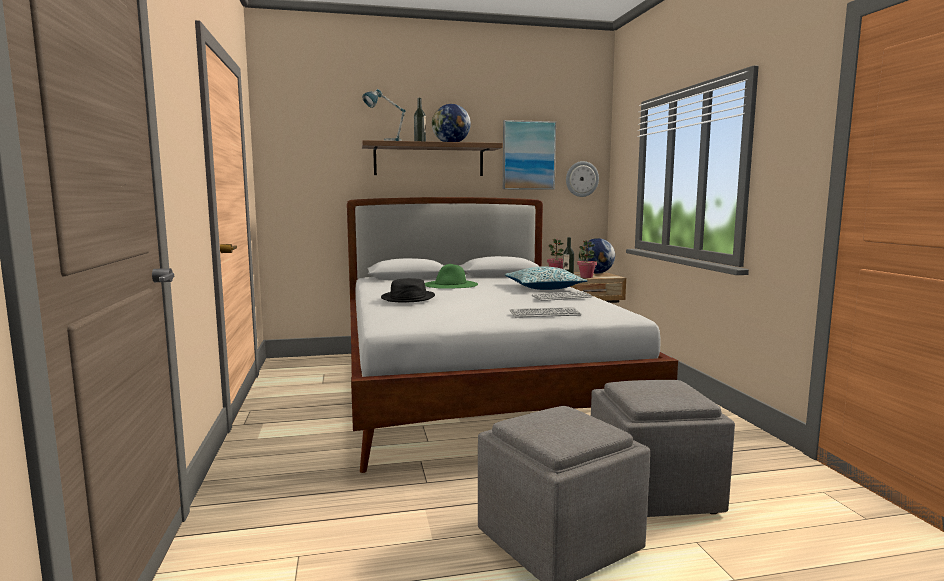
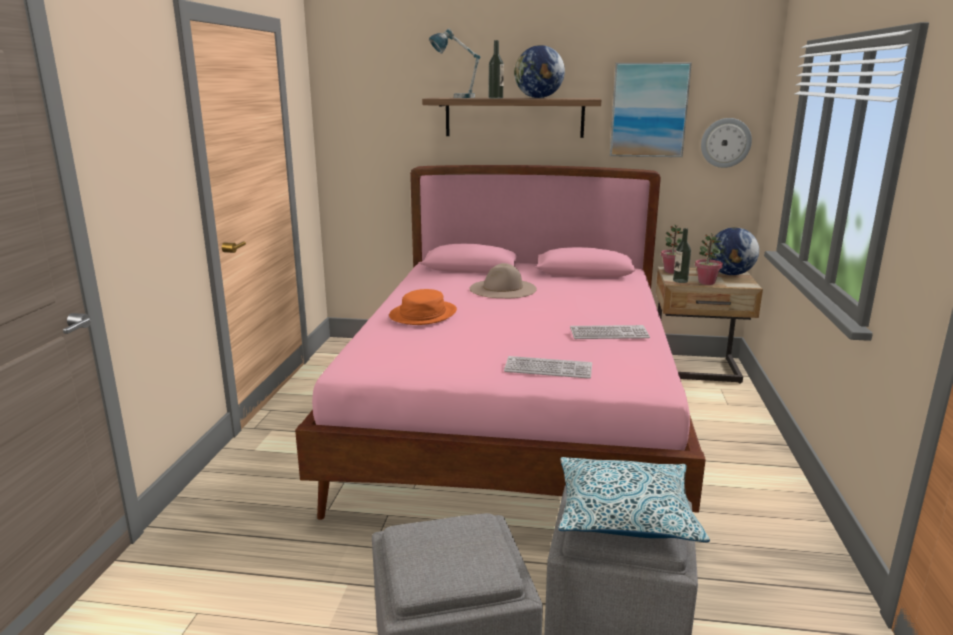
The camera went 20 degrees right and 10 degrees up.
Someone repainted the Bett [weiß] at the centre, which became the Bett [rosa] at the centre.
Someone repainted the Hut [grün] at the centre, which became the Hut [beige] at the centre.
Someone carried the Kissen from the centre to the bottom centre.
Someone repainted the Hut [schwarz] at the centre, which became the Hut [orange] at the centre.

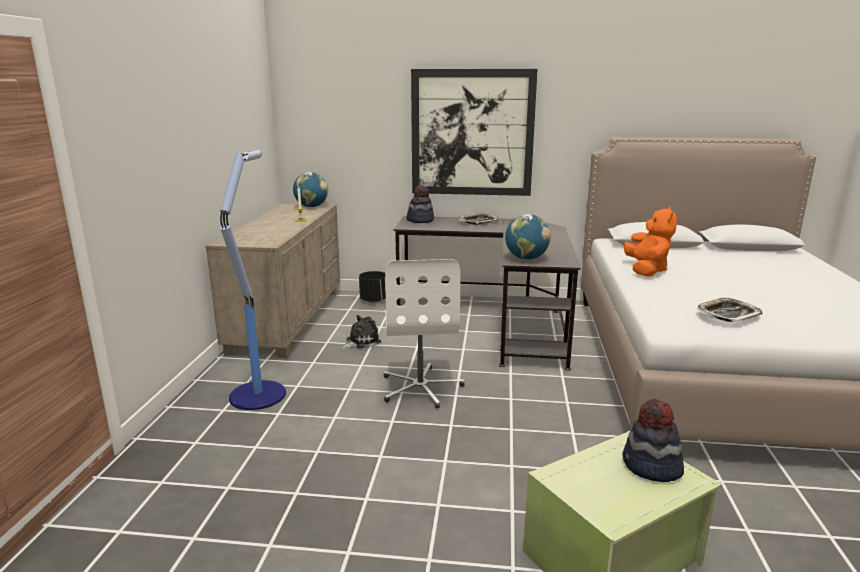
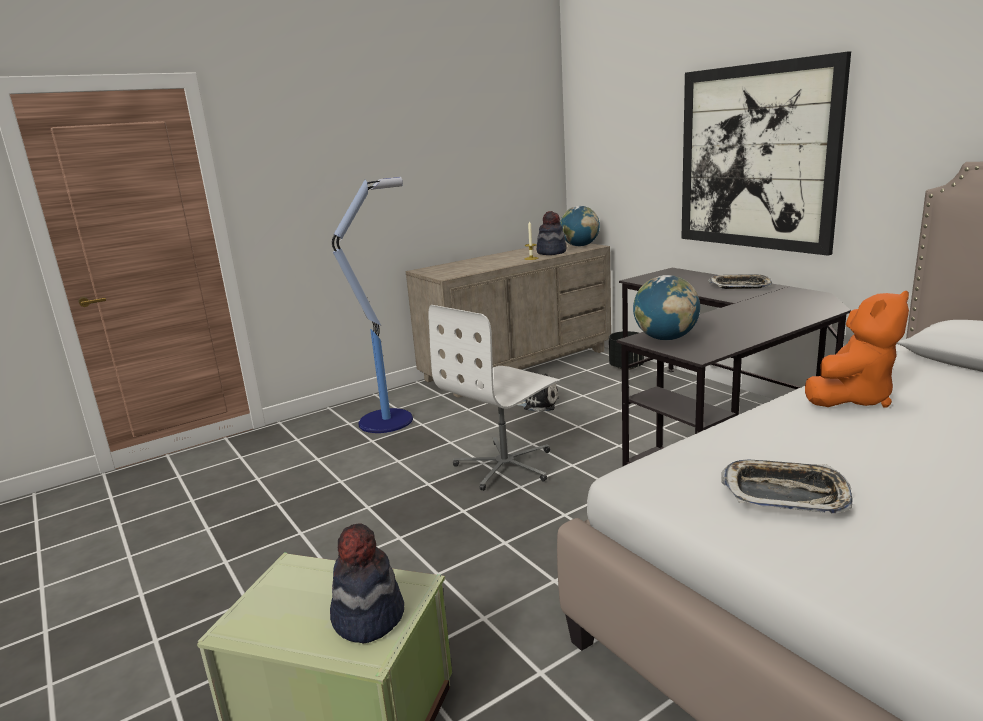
The camera went 50 degrees right and 0 degrees up.
Someone carried the Hut (1st from left in the first image) from the centre to the top centre.

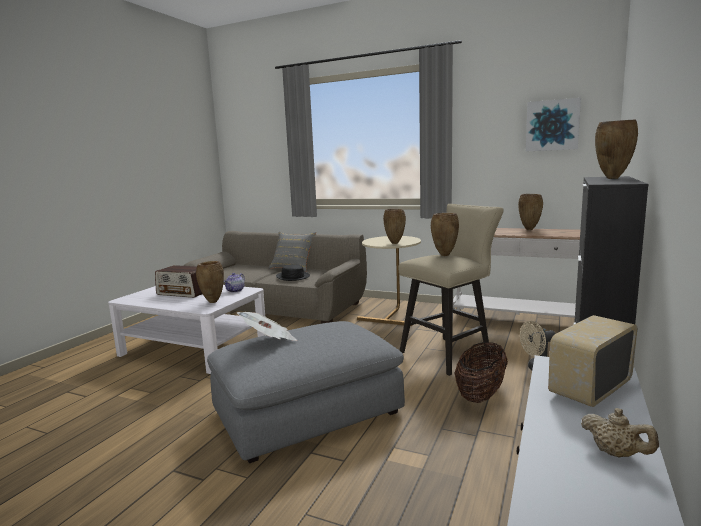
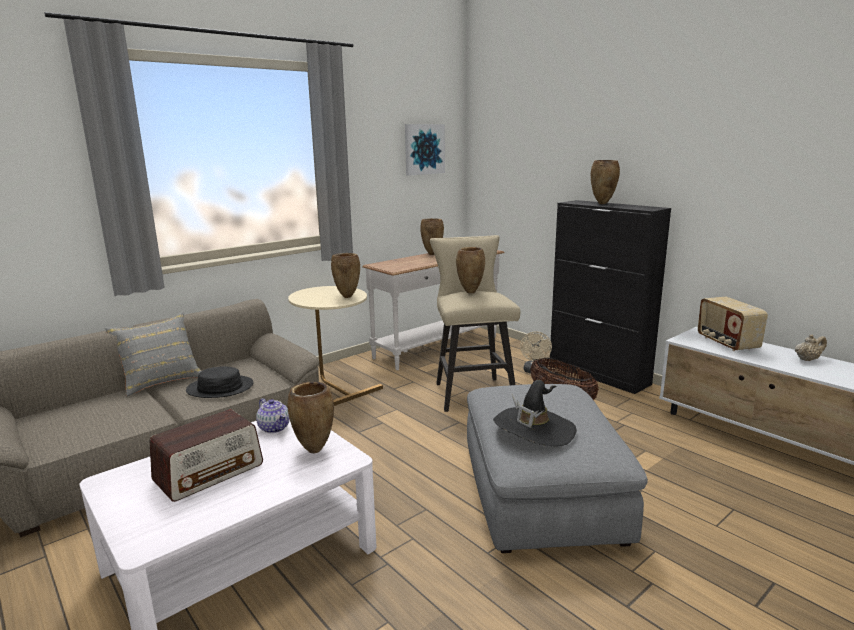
The camera went 65 degrees left and 5 degrees up.
Someone swapped the Zeitung at the centre for the Hut [schwarz] (2nd from left) at the centre.

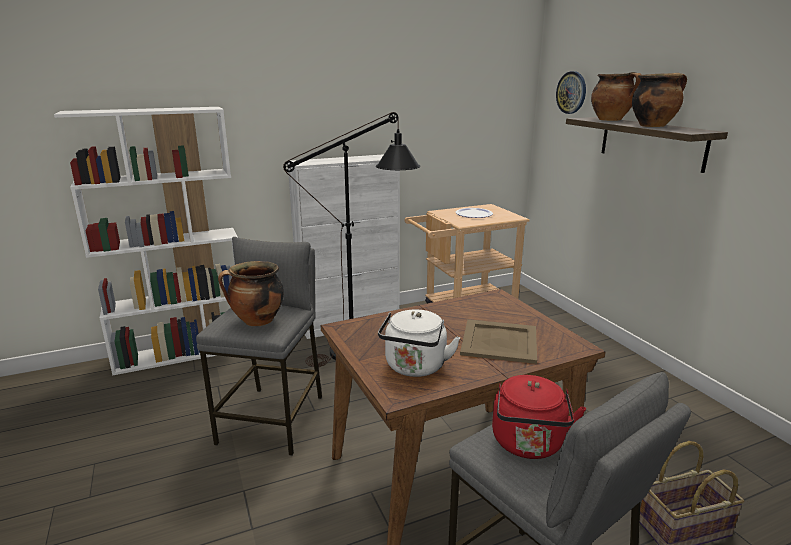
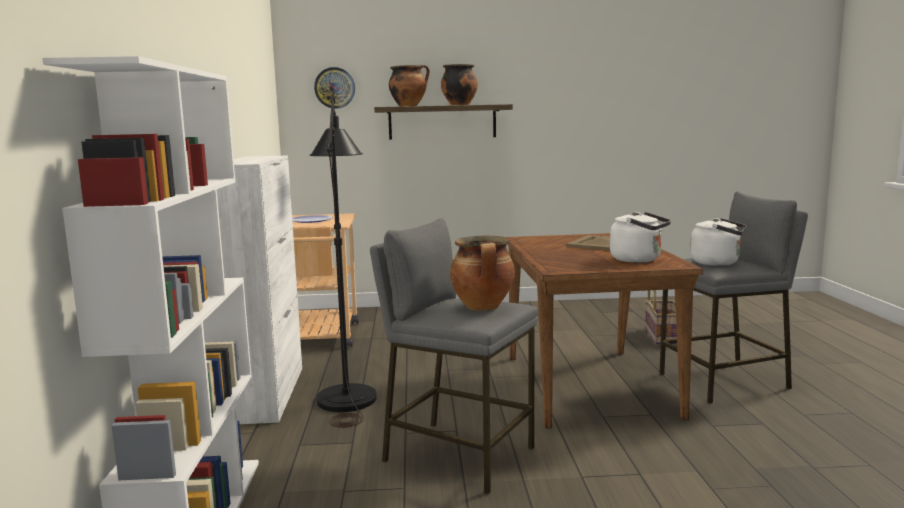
The camera went 70 degrees left and 10 degrees down.
Someone repainted the Wasserkessel [rot] at the bottom right, which became the Wasserkessel [weiß] (2nd from left) at the middle right.

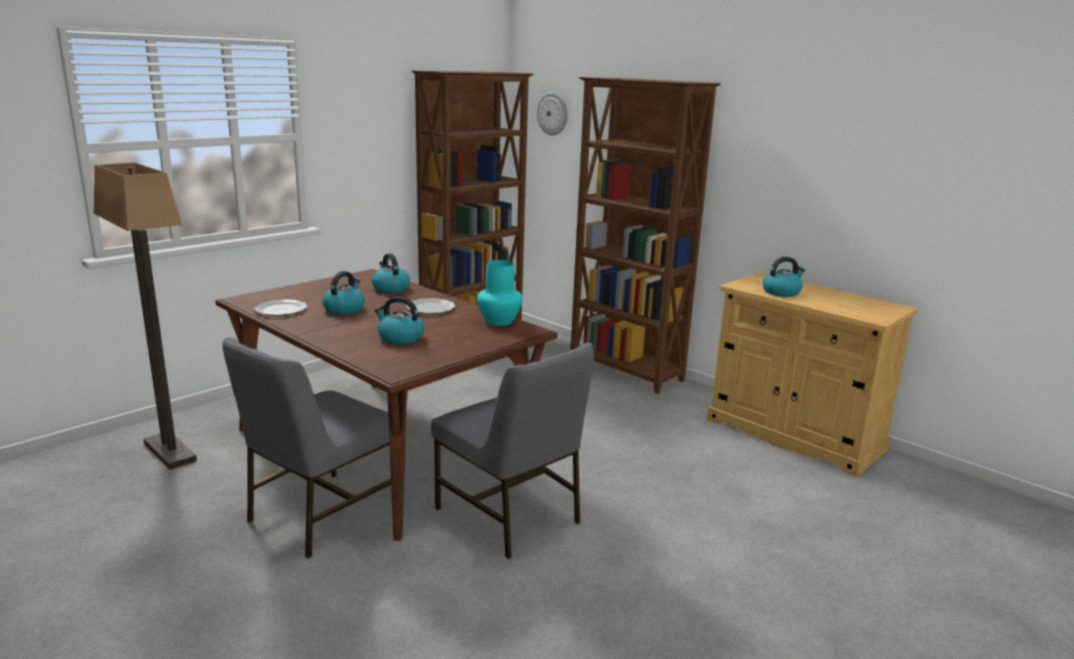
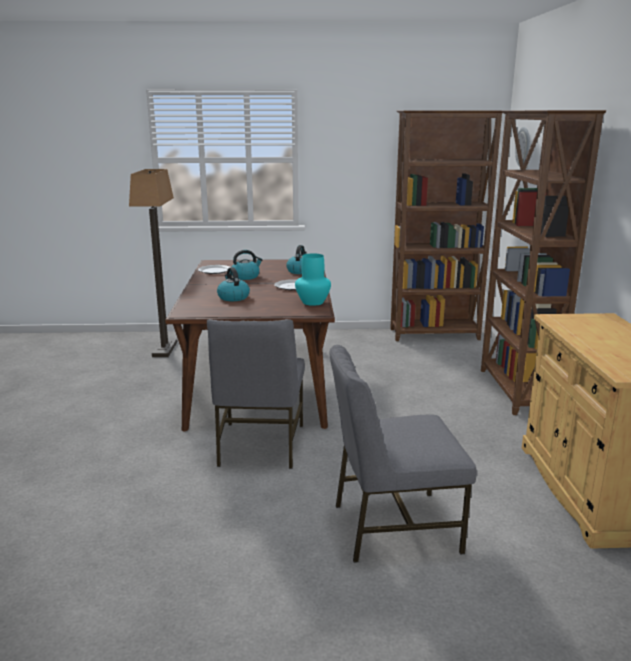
The camera went 45 degrees right and 0 degrees up.
Someone took away the Wasserkessel (4th from left) at the middle right.
Someone carried the Stuhl [grau] (1st from left in the first image) from the bottom left to the bottom centre.

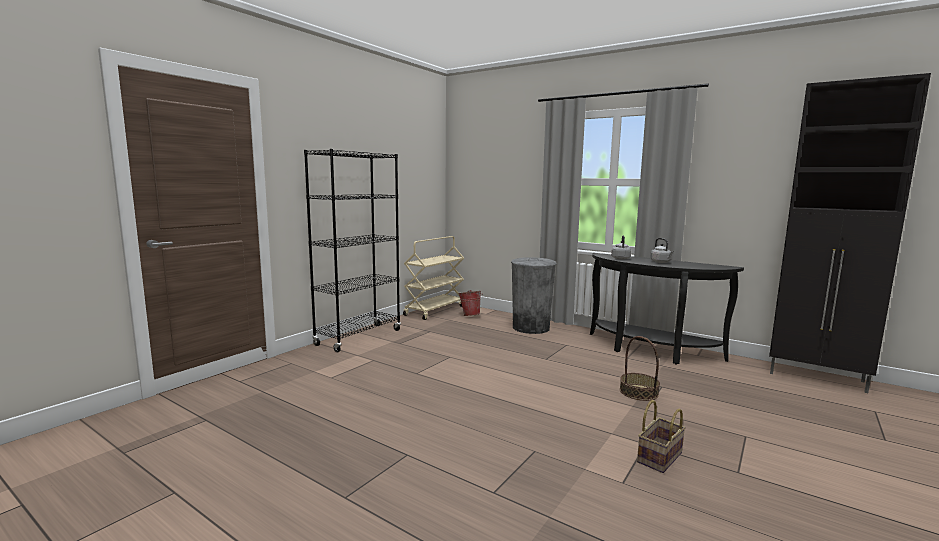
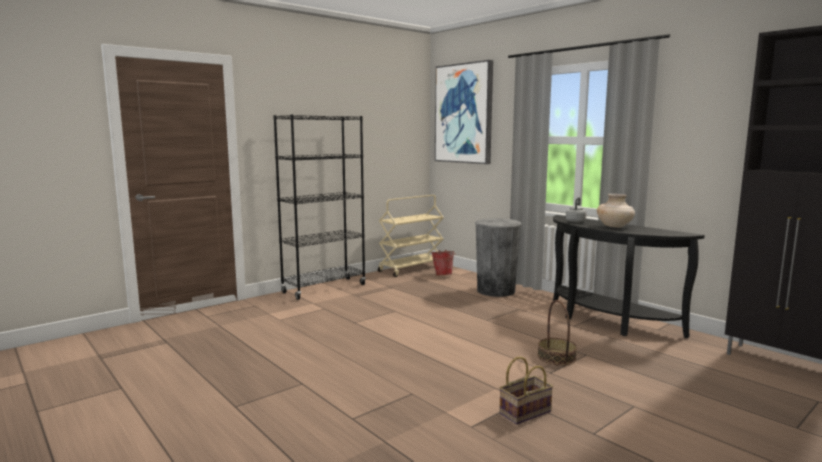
The camera went 15 degrees right and 0 degrees up.
Someone swapped the Wasserkessel [grau] (2nd from left) at the middle right for the Vase [beige] at the middle right.
Someone put up the Bild at the top centre.

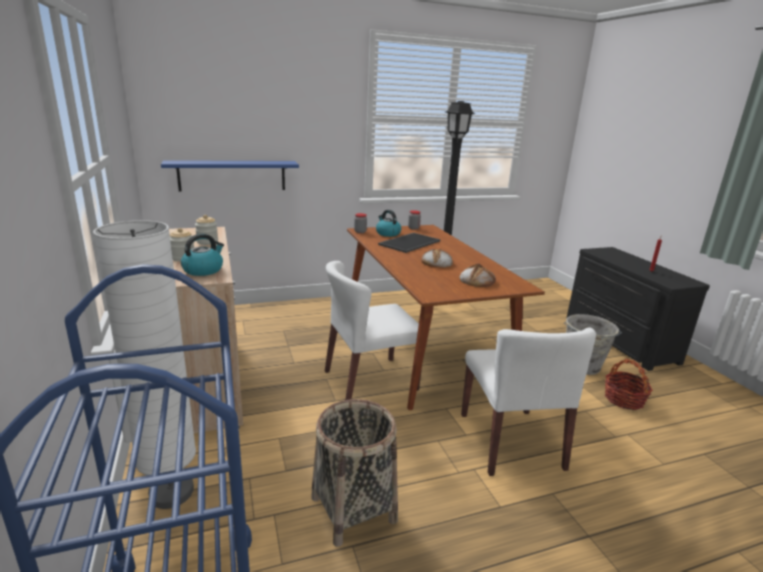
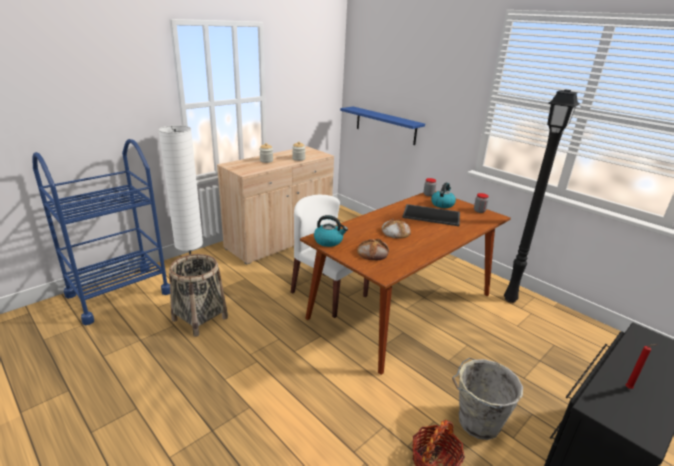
The camera went 65 degrees right and 5 degrees up.
Someone carried the Wasserkessel (1st from left) from the middle left to the centre.
Someone took away the Stuhl [weiß] (2nd from left) at the bottom right.

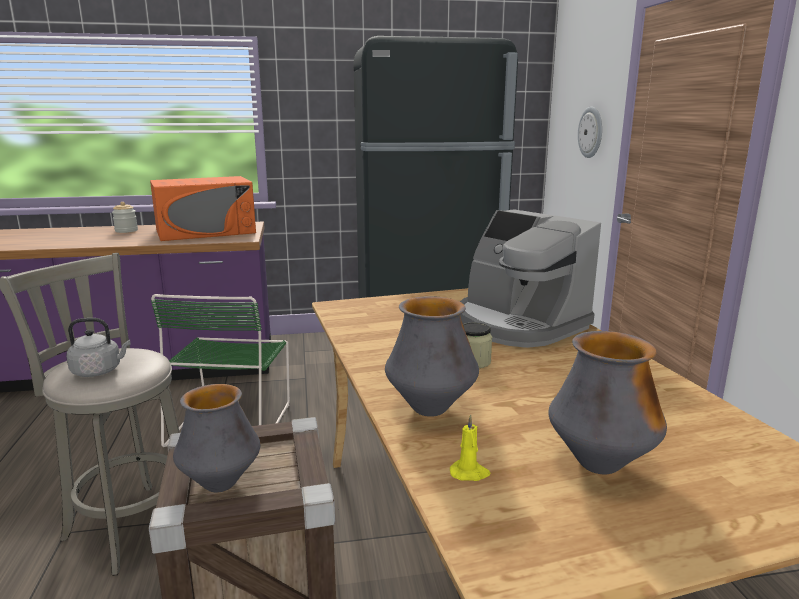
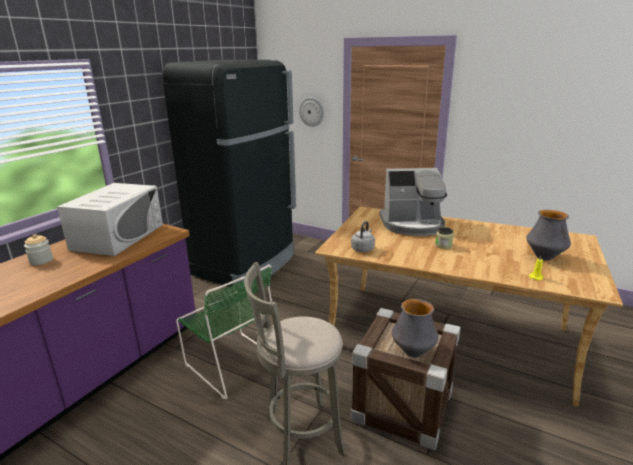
The camera went 50 degrees left and 5 degrees up.
Someone repainted the Mikrowelle [orange] at the middle left, which became the Mikrowelle [weiß] at the middle left.
Someone took away the Vase (2nd from left) at the centre.
Someone carried the Wasserkessel [grau] from the middle left to the centre.

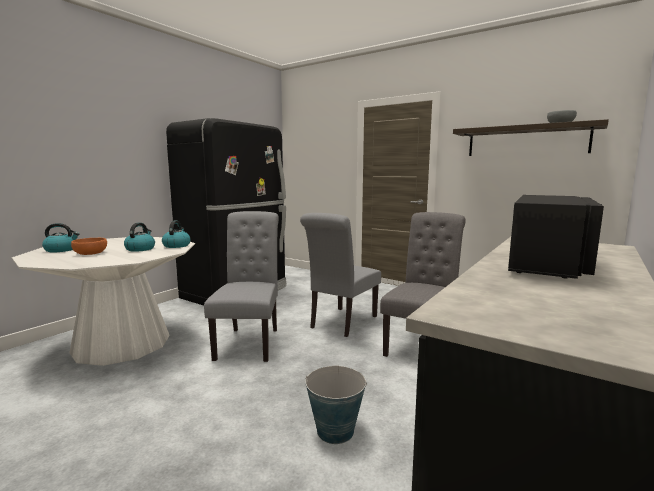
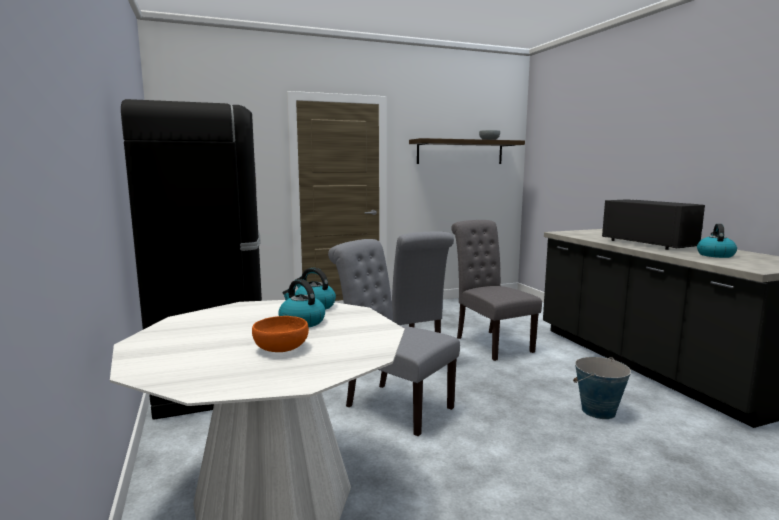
The camera went 55 degrees left and 0 degrees up.
Someone carried the Wasserkessel (1st from left in the first image) from the middle left to the middle right.

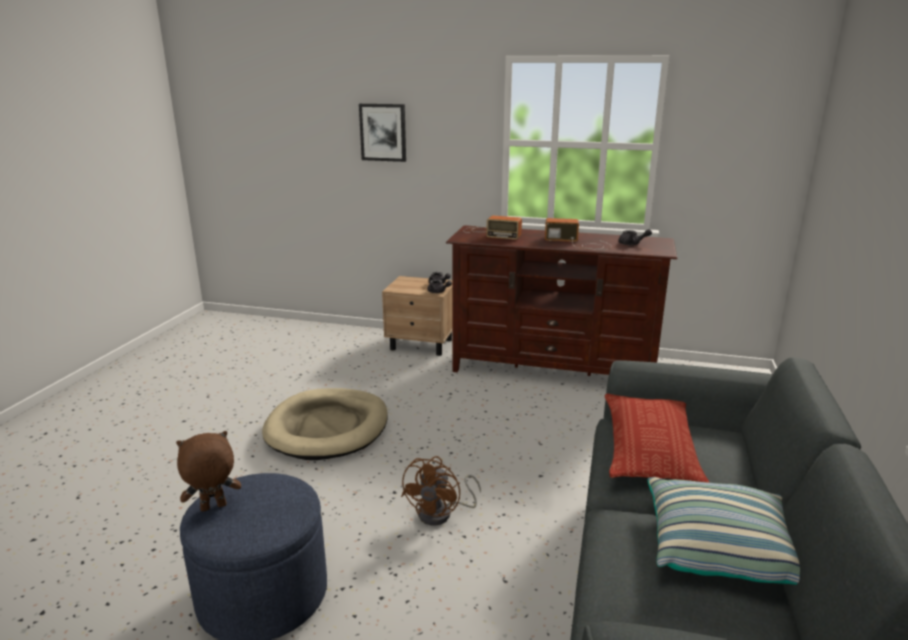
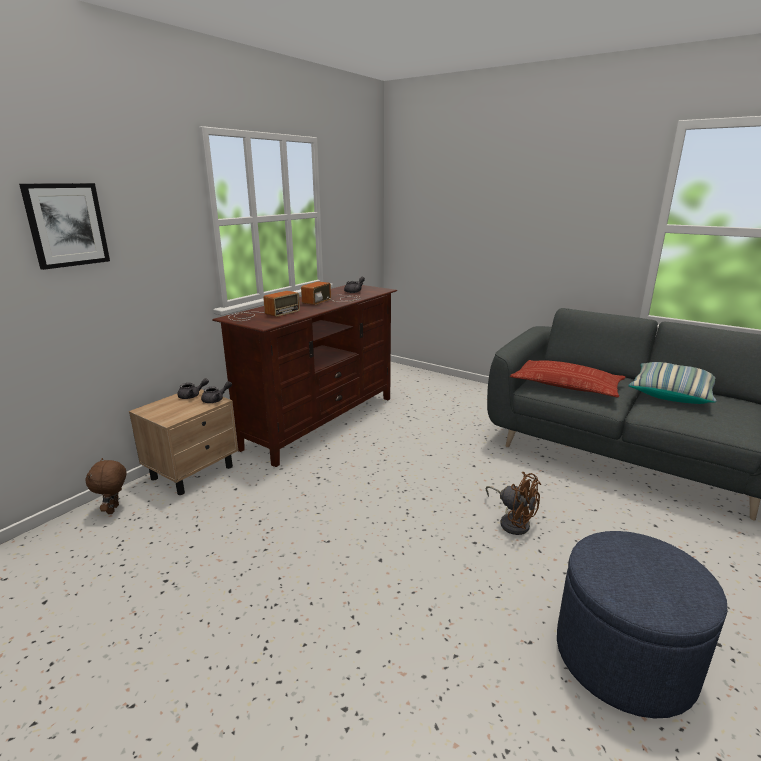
The camera went 70 degrees left and 0 degrees up.
Someone took away the Hundebett [beige] at the centre.
Someone carried the Plüschtier [braun] from the bottom left to the middle left.

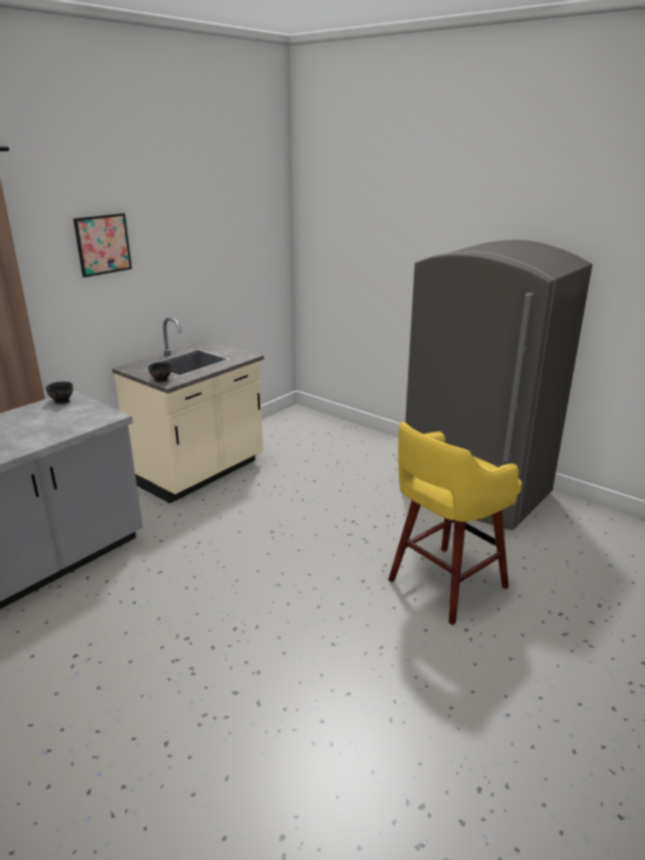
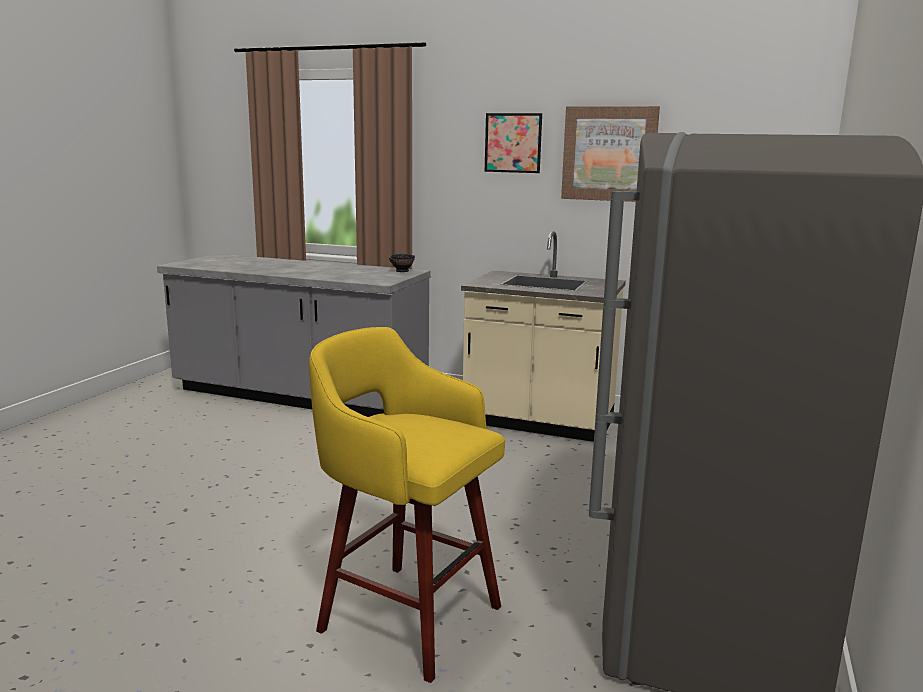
The camera went 70 degrees right and 10 degrees down.
Someone took away the Schüssel [schwarz] (2nd from left) at the middle left.
Someone put up the Bild (2nd from left) at the top centre.

